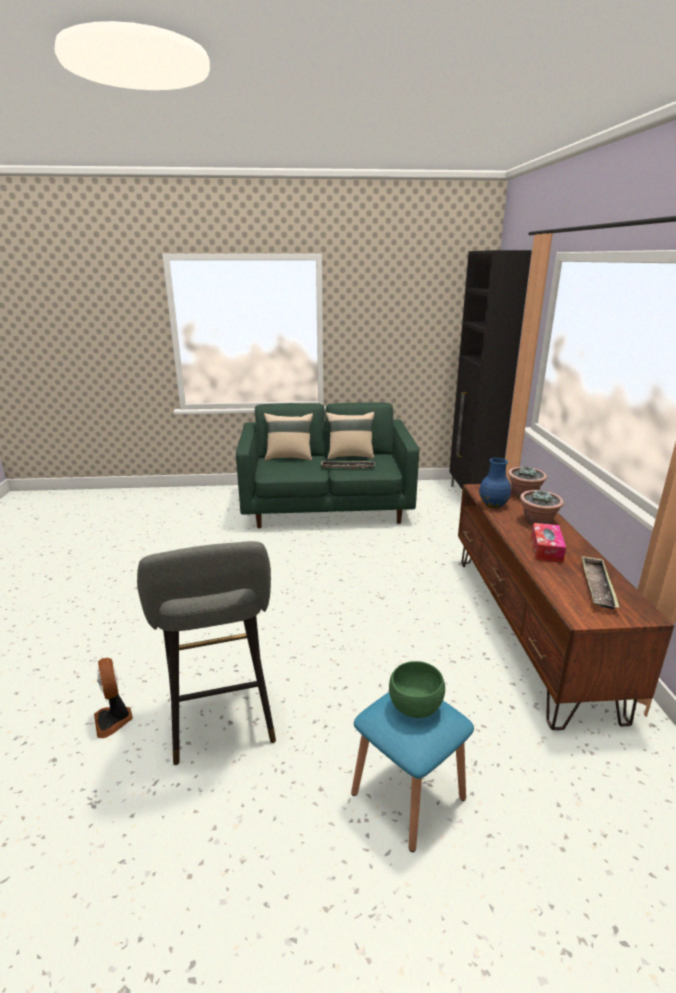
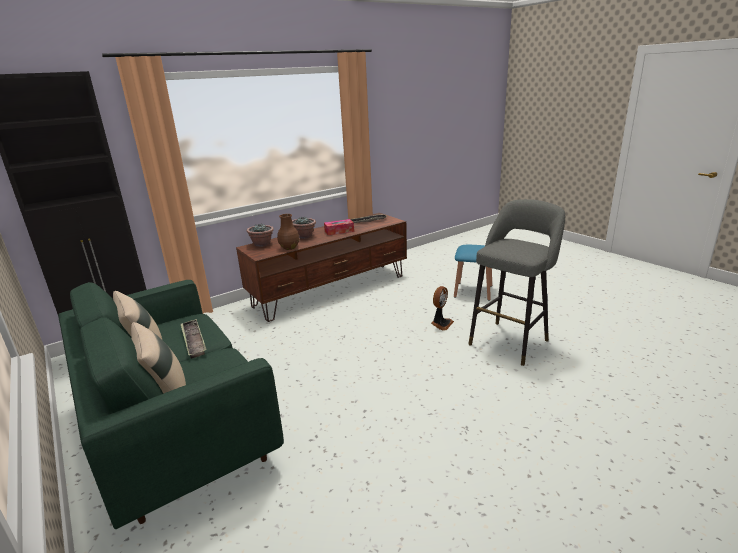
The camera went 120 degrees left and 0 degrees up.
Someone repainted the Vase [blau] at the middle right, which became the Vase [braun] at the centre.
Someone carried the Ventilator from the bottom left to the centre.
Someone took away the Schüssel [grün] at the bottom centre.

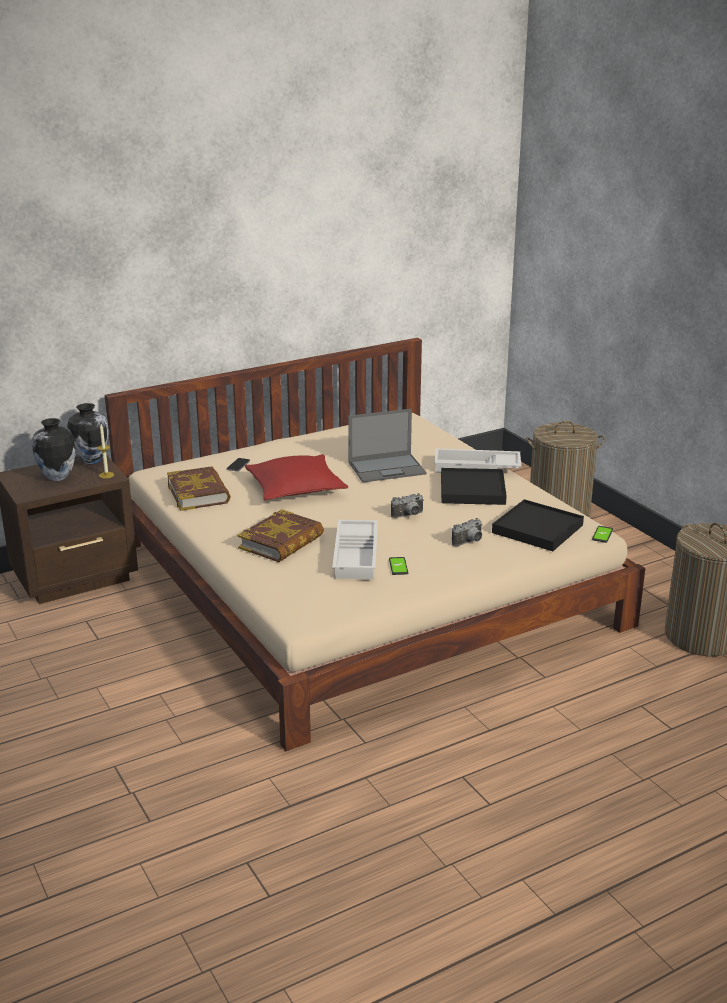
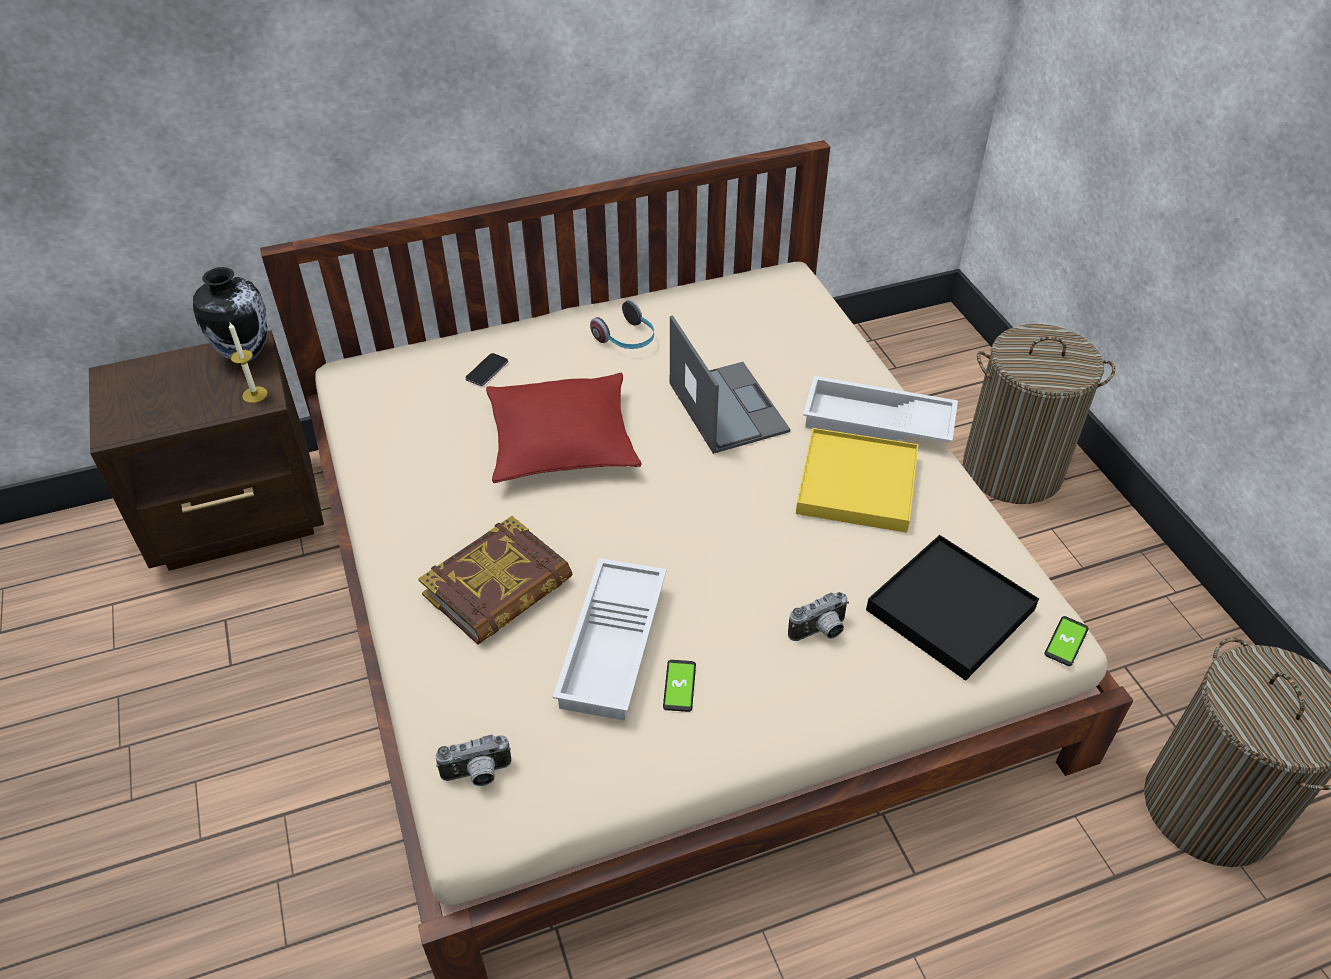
The camera went 10 degrees right and 20 degrees up.
Someone rotated the Laptop at the centre by 105 degrees counterclockwise.
Someone took away the Vase (1st from left) at the middle left.
Someone took away the Buch (1st from left) at the middle left.
Someone repainted the Tablett [schwarz] (1st from left) at the centre, which became the Tablett [gelb] at the centre.
Someone carried the Kamera (1st from left) from the centre to the bottom centre.
Someone put down the Kopfhörer at the top centre.

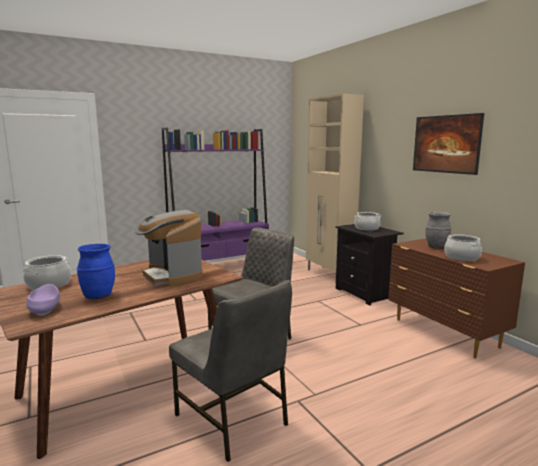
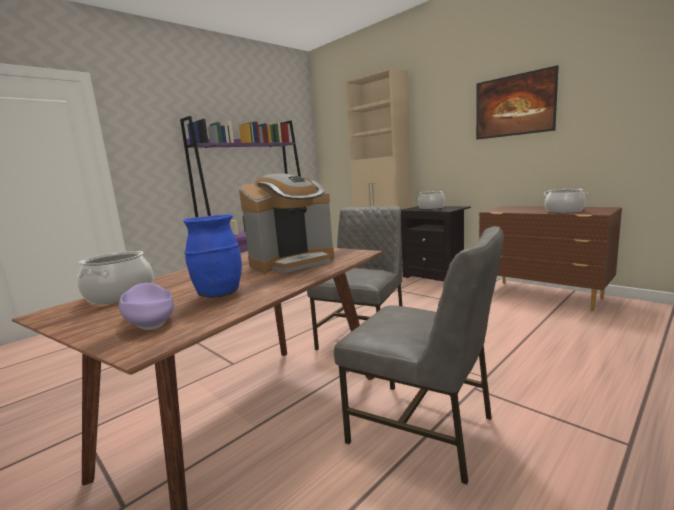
The camera went 15 degrees left and 0 degrees up.
Someone rotated the Kaffeemaschine at the middle left by 75 degrees counterclockwise.
Someone took away the Vase [grau] at the middle right.

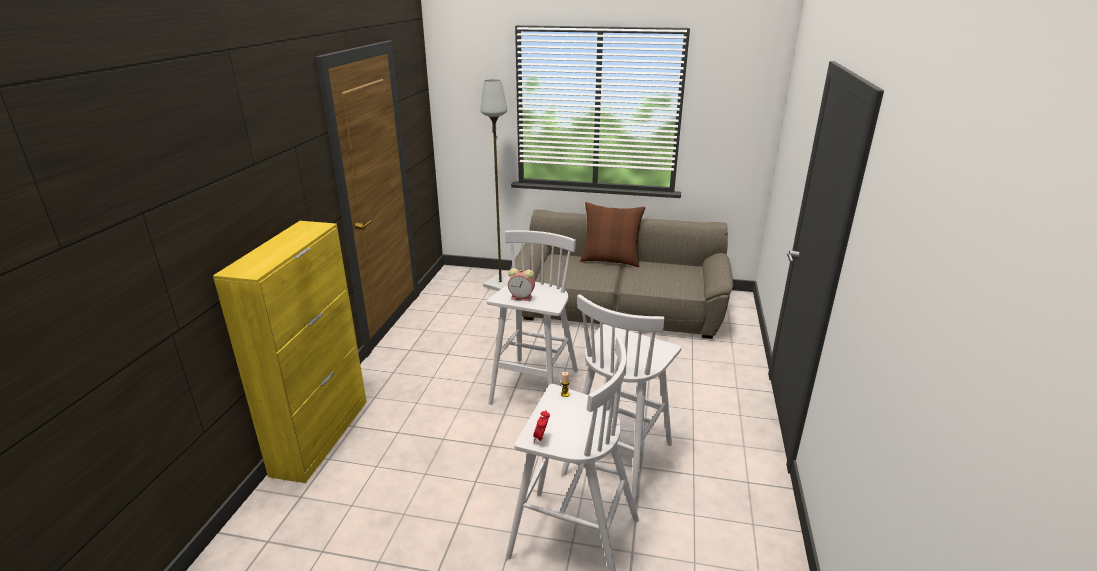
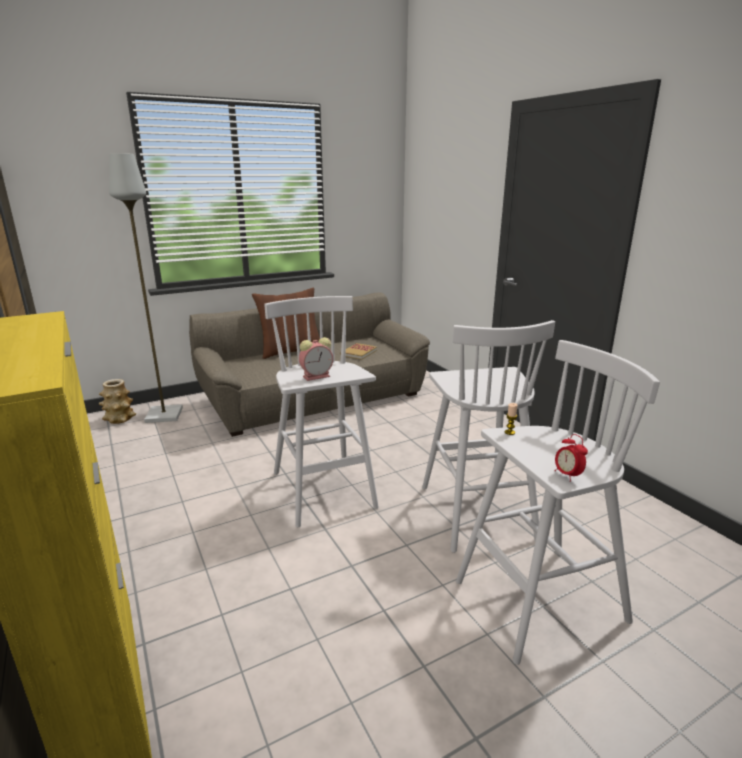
The camera went 40 degrees left and 5 degrees down.
Someone put down the Buch at the centre.
Someone put down the Vase at the middle left.

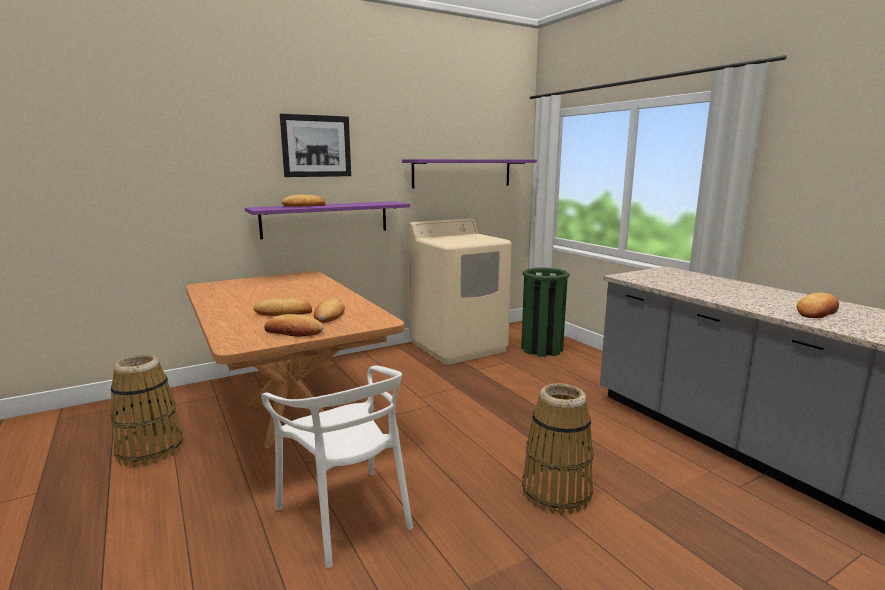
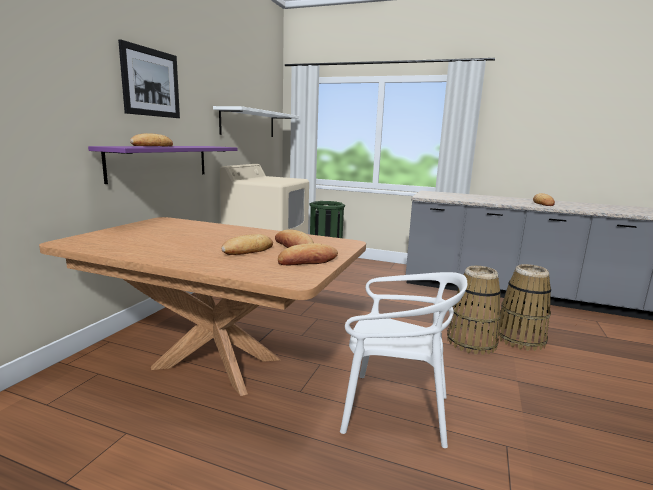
The camera went 40 degrees left and 0 degrees up.
Someone repainted the Wandregal [lila] (2nd from left) at the top centre, which became the Wandregal [weiß] at the top centre.
Someone carried the Korb (1st from left in the first image) from the bottom left to the middle right.

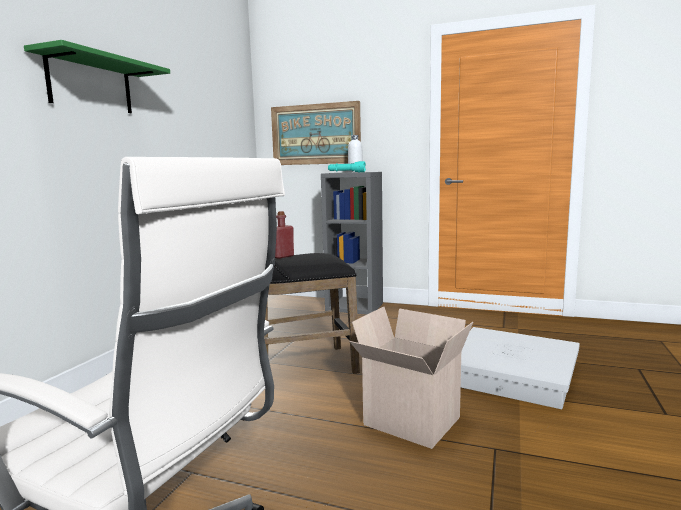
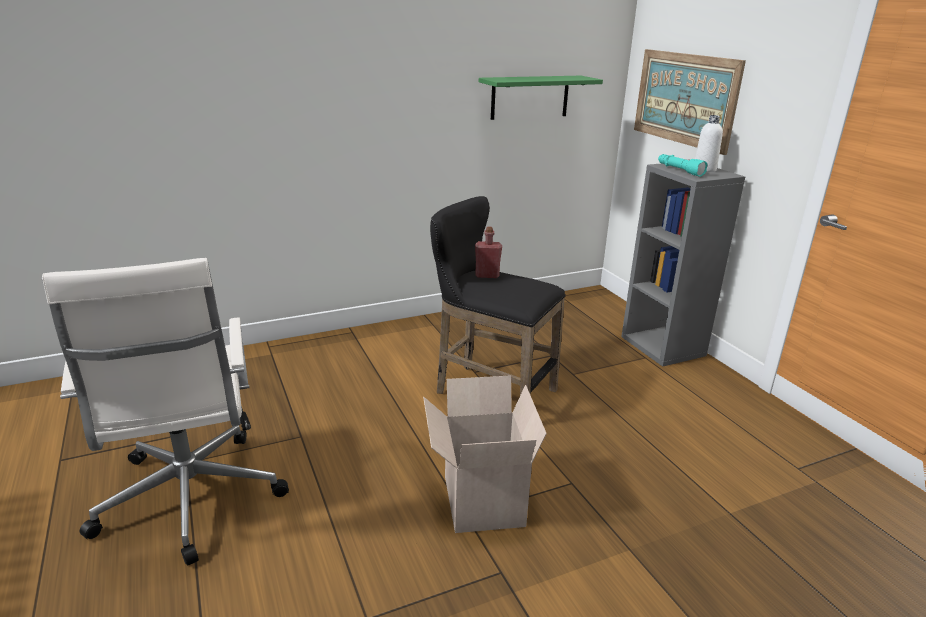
The camera went 45 degrees right and 15 degrees up.
Someone carried the Wandregal [grün] from the top left to the top centre.
Someone took away the Aufbewahrungsbox [weiß] at the bottom right.

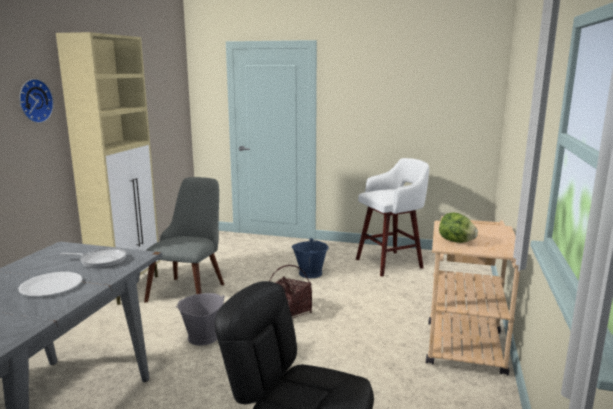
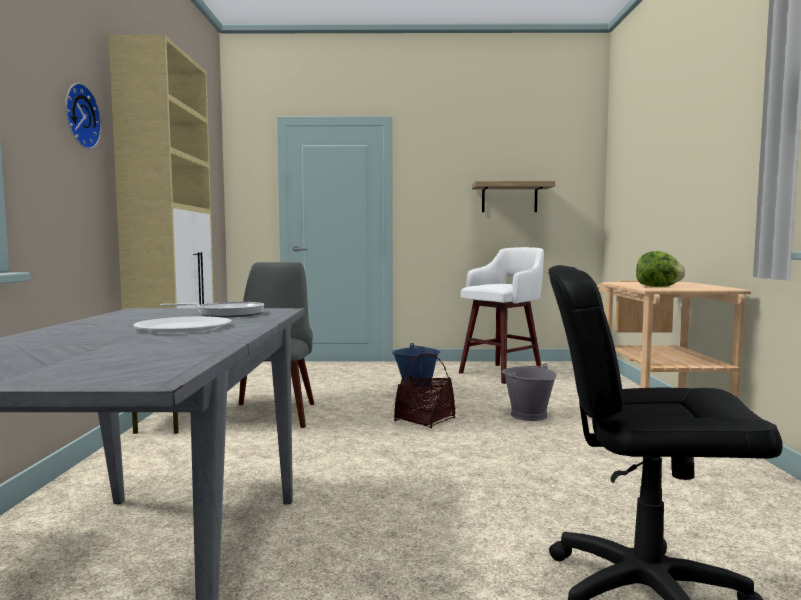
The camera went 15 degrees left and 10 degrees down.
Someone carried the Eimer [grau] from the bottom left to the centre.
Someone put up the Wandregal at the top centre.

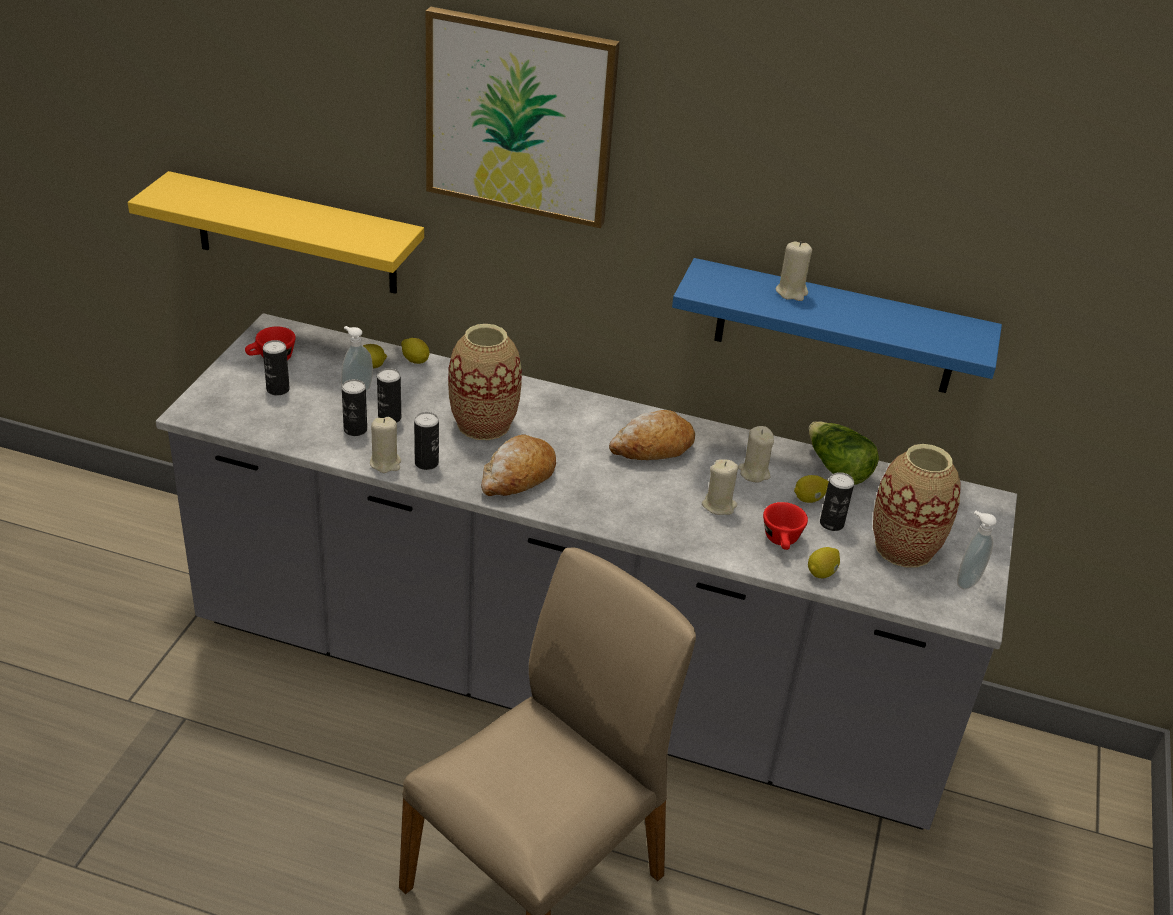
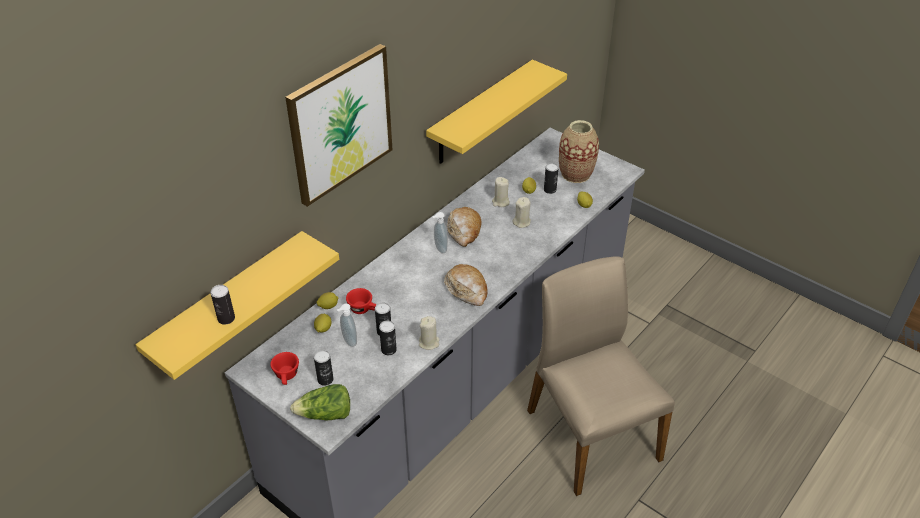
The camera went 65 degrees left and 5 degrees up.
Someone took away the Kerze [beige] (4th from left) at the top right.
Someone repainted the Wandregal [blau] at the middle right, which became the Wandregal [gelb] (2nd from left) at the top centre.
Someone took away the Vase (1st from left) at the centre.
Someone carried the Dose (4th from left in the first image) from the centre to the middle left.
Someone carried the Salatkopf from the middle right to the bottom centre.
Someone carried the Tasse [rot] (2nd from left) from the middle right to the centre.
Someone carried the Seifenspender (2nd from left) from the middle right to the centre.

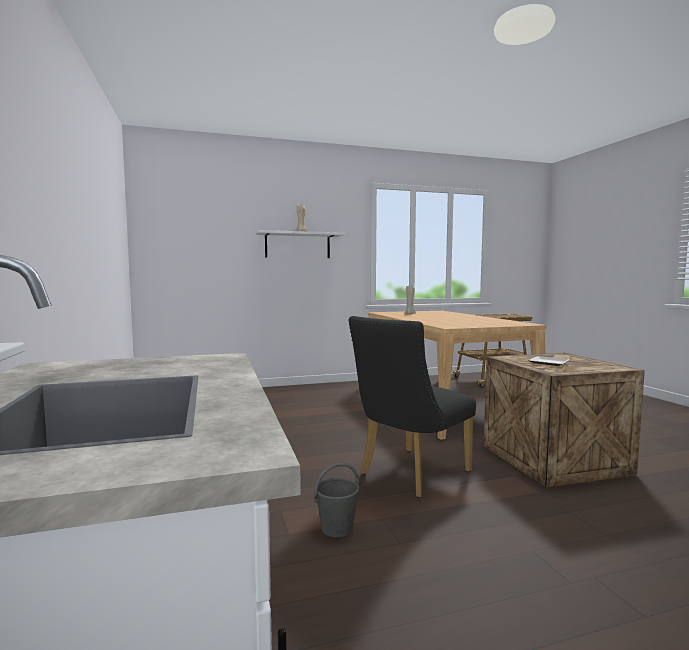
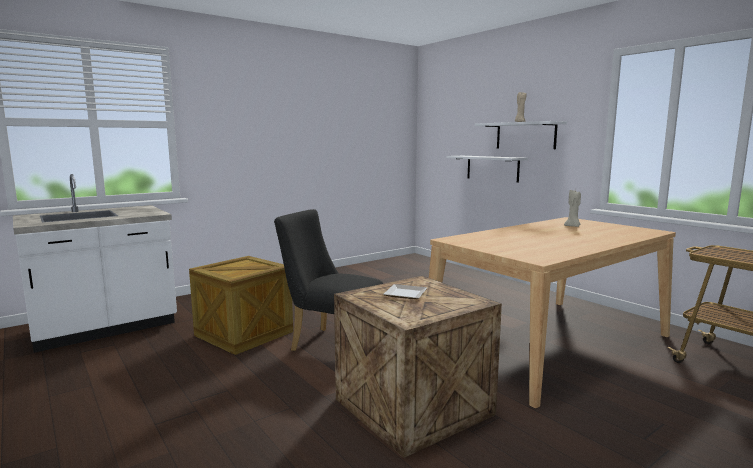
The camera went 70 degrees right and 5 degrees up.
Someone swapped the Eimer [grau] at the bottom centre for the Kiste (1st from left) at the middle left.
Someone put up the Wandregal [weiß] (1st from left) at the centre.

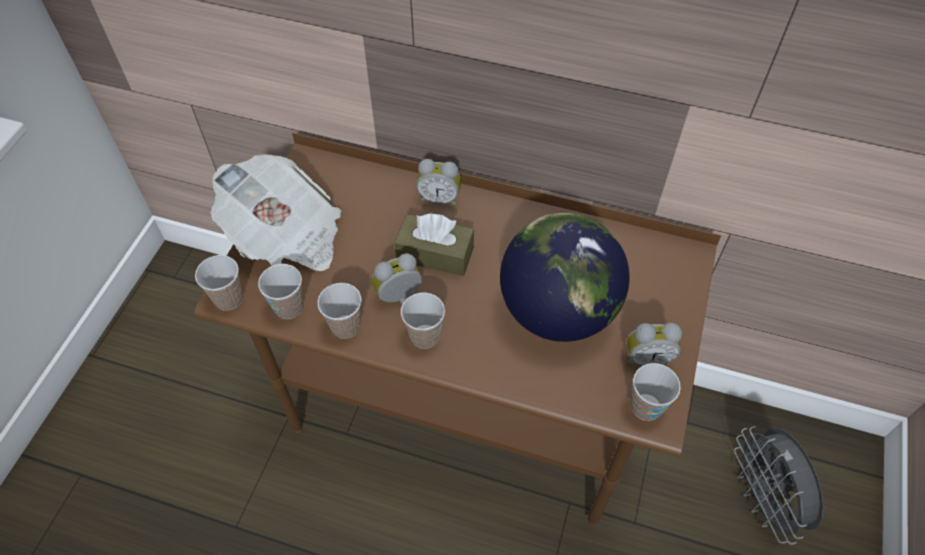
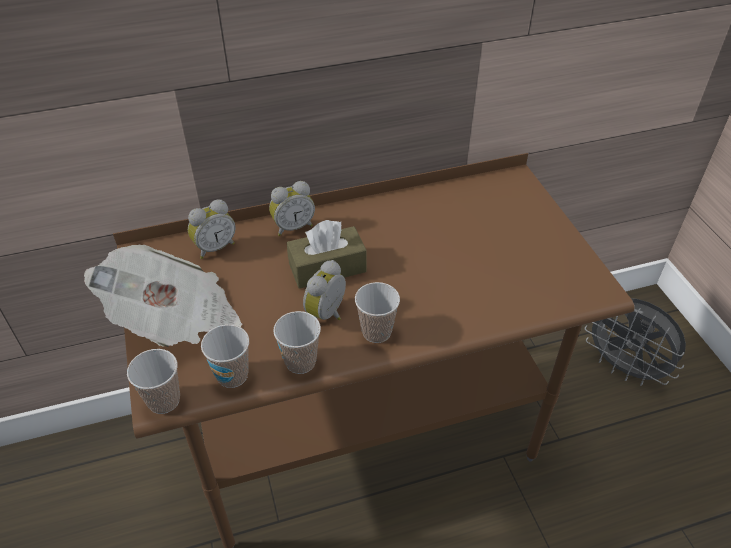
The camera went 35 degrees left and 10 degrees down.
Someone took away the Globus at the centre.
Someone carried the Wecker (3rd from left in the first image) from the middle right to the middle left.
Someone took away the Tasse (5th from left) at the bottom right.

